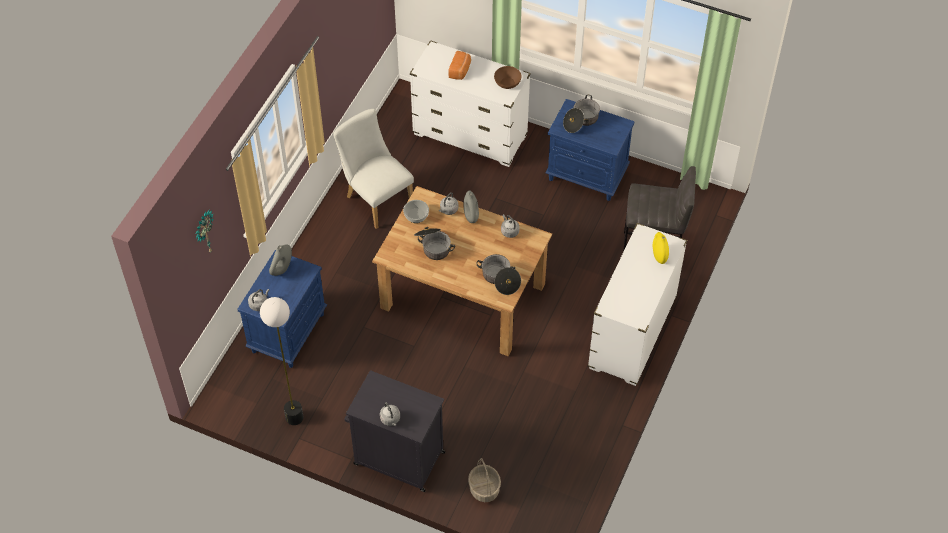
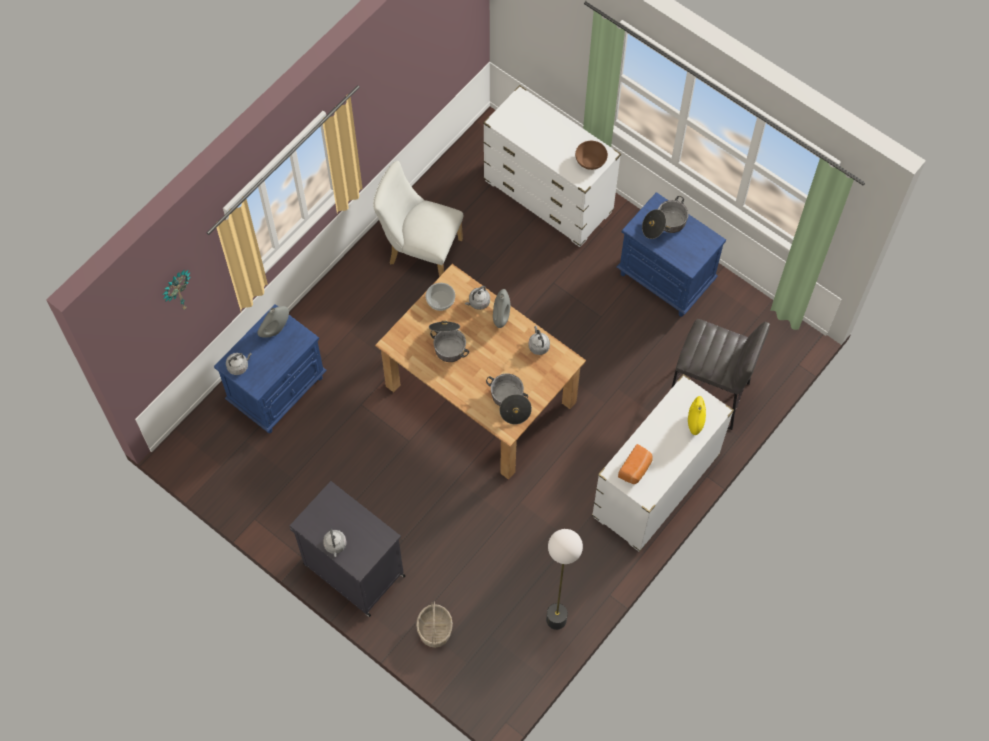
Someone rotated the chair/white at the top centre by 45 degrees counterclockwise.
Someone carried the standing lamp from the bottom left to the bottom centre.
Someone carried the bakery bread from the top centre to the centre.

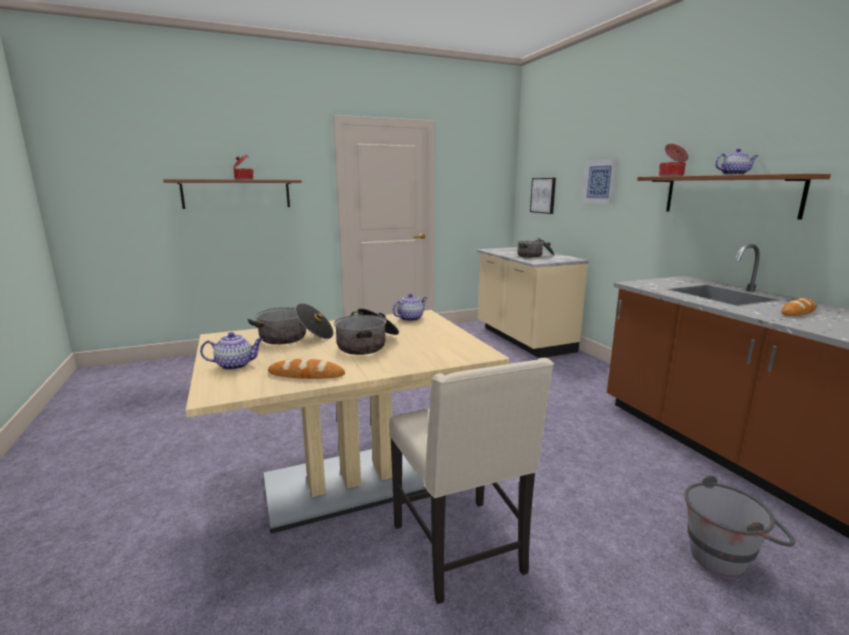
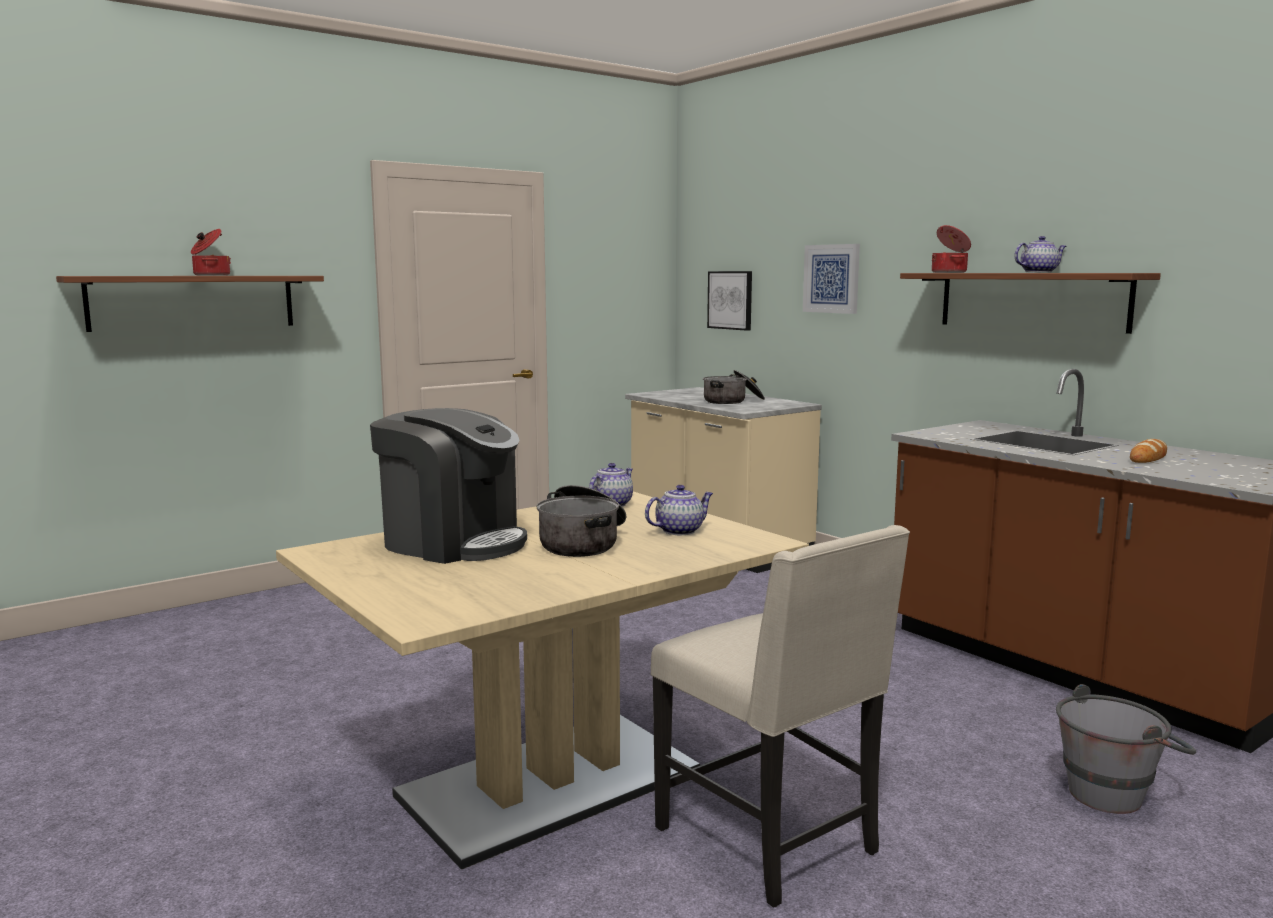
Someone swapped the stockpot (no. 2 from left) at the centre for the coffee brewer at the centre.
Someone carried the pot for tea (no. 1 from left in the first image) from the middle left to the centre.
Someone took away the bakery bread (no. 1 from left) at the centre.

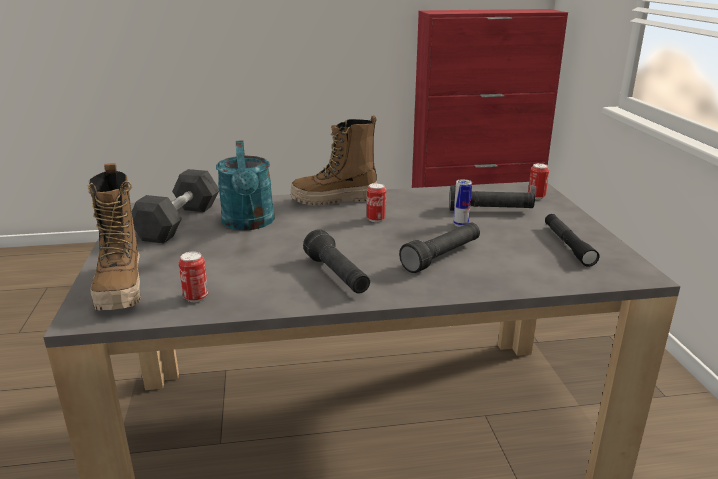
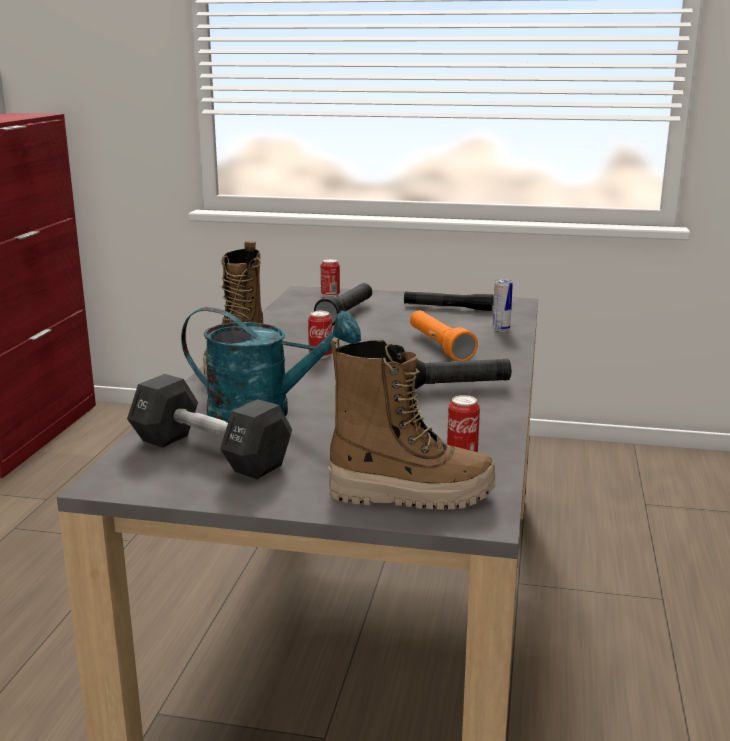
Someone repainted the torch/black (no. 2 from left) at the centre, which became the torch/orange-coloured at the centre.
Someone carried the sealed can (no. 3 from left in the first image) from the centre to the middle right.

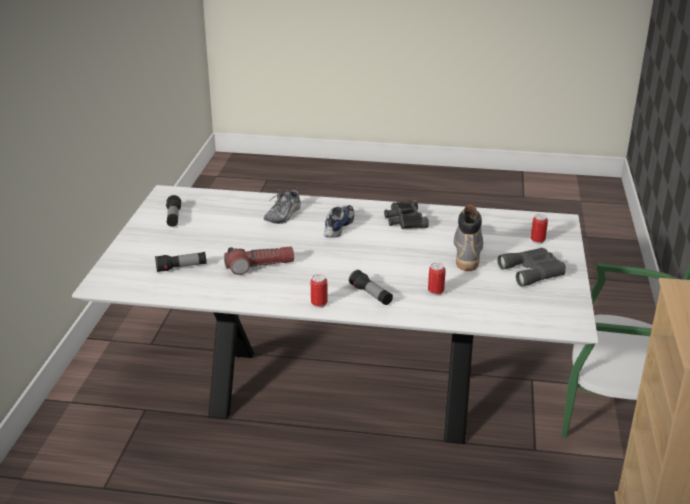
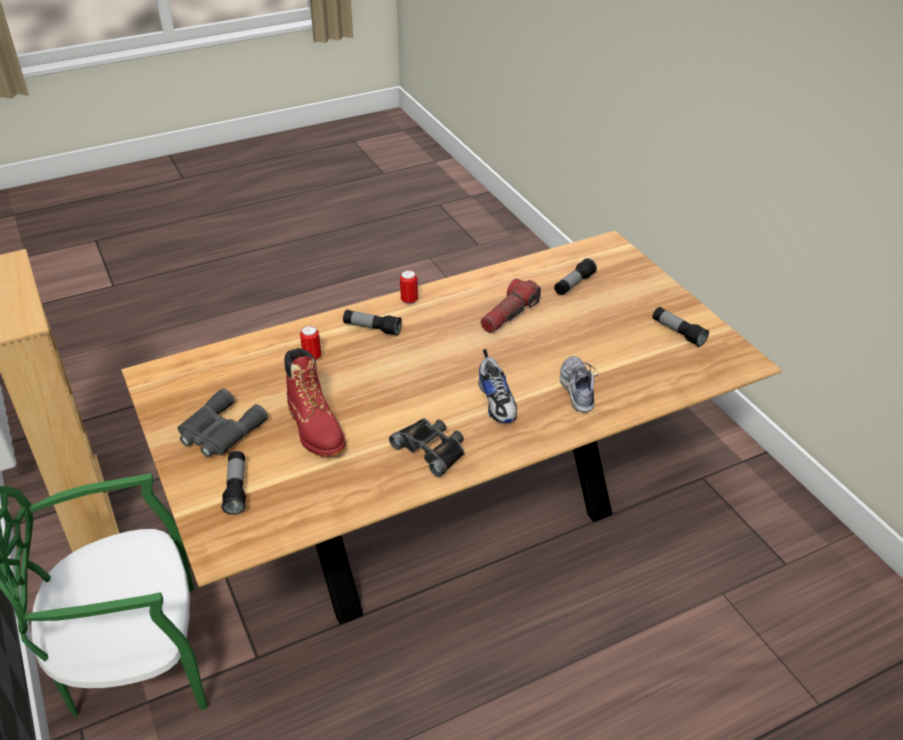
Someone repainted the dining table/white at the centre, which became the dining table/brown at the centre.
Someone swapped the sealed can (no. 3 from left) at the middle right for the torch (no. 1 from left) at the middle left.
Someone repainted the boot/grey at the middle right, which became the boot/reddish at the centre.

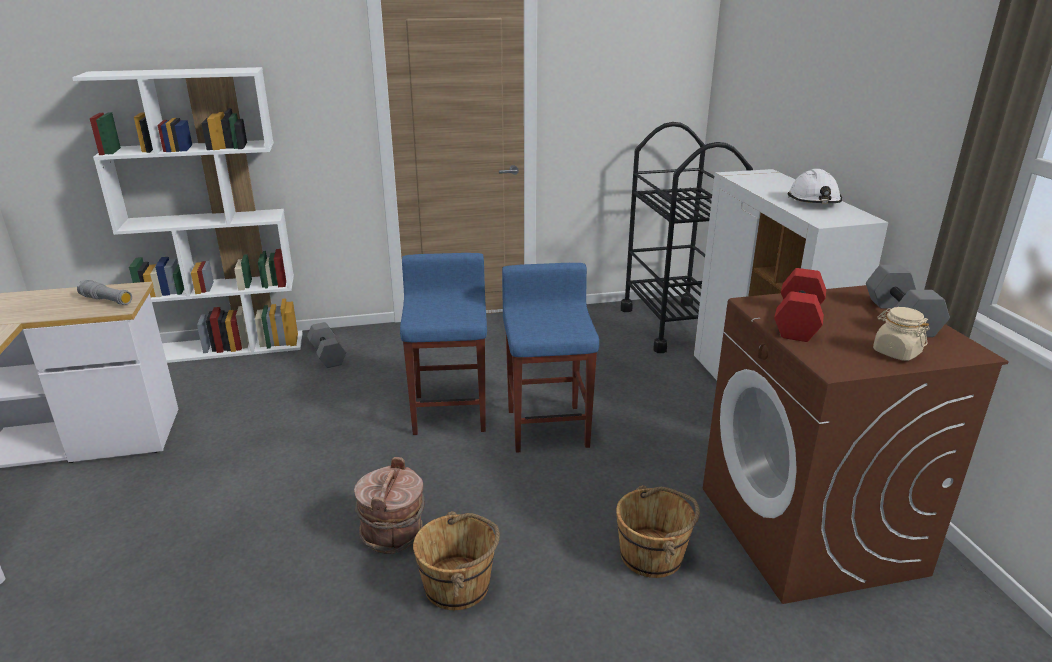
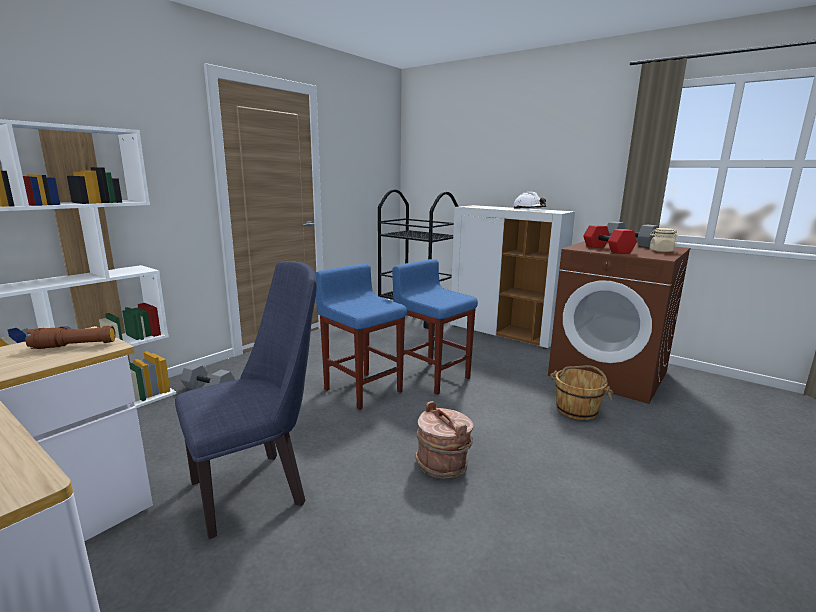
Someone repainted the torch/grey at the middle left, which became the torch/brown at the middle left.
Someone put down the chair/blue at the middle left.
Someone took away the bucket/brown (no. 2 from left) at the bottom centre.

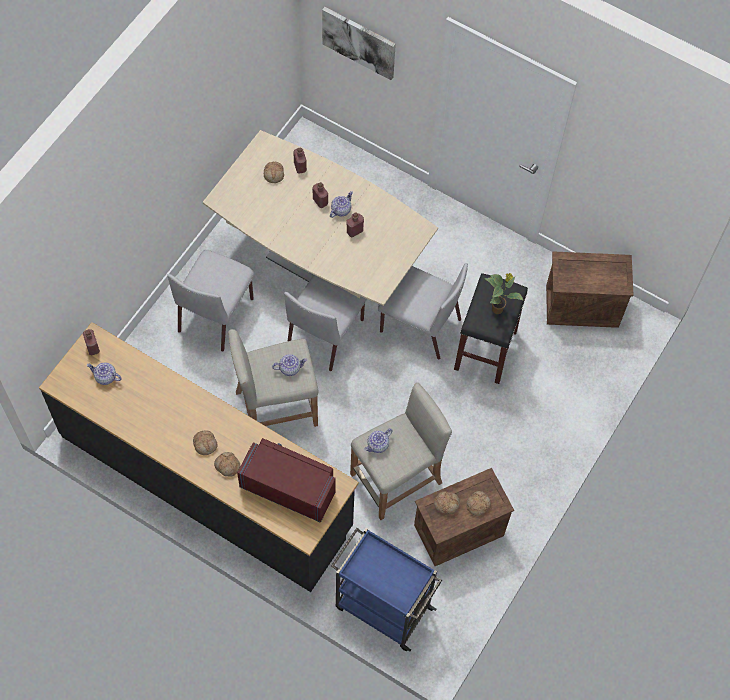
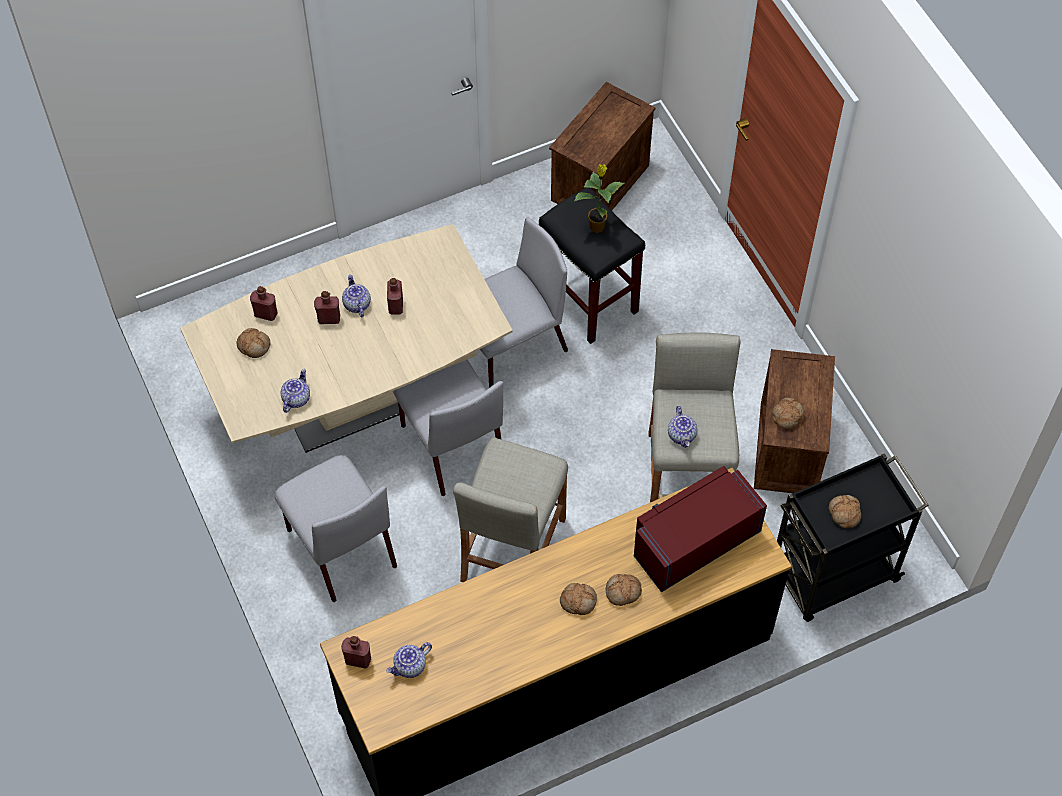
Someone carried the pot for tea (no. 2 from left in the first image) from the centre to the middle left.
Someone repainted the cart/blue at the bottom centre, which became the cart/black at the bottom right.
Someone carried the bakery bread (no. 5 from left) from the bottom centre to the middle right.
Someone took away the wall art at the top centre.

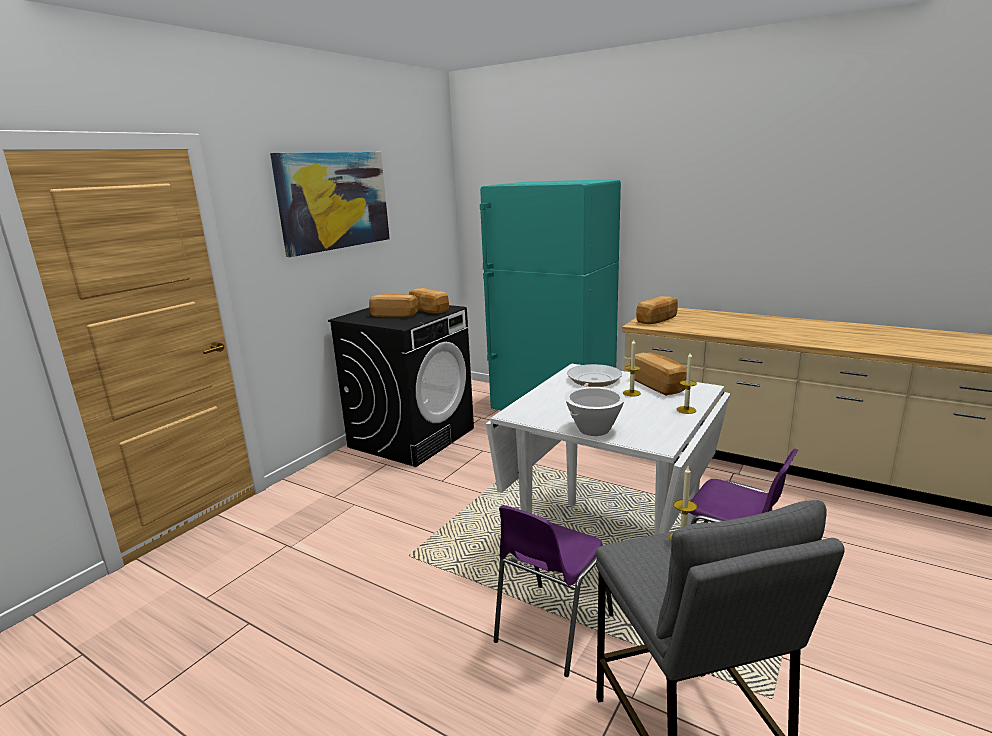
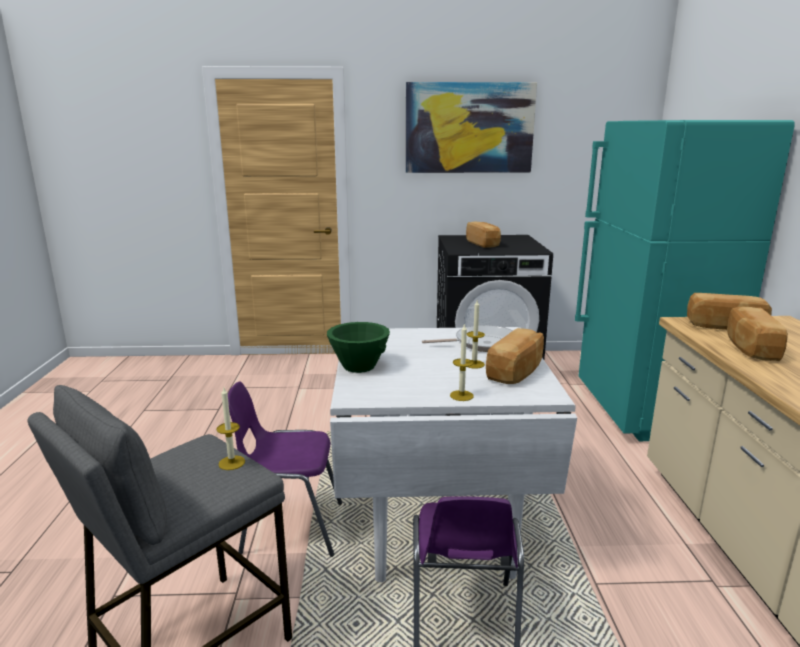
Someone repainted the serving bowl/white at the centre, which became the serving bowl/green-coloured at the centre.
Someone carried the bakery bread (no. 2 from left in the first image) from the centre to the middle right.

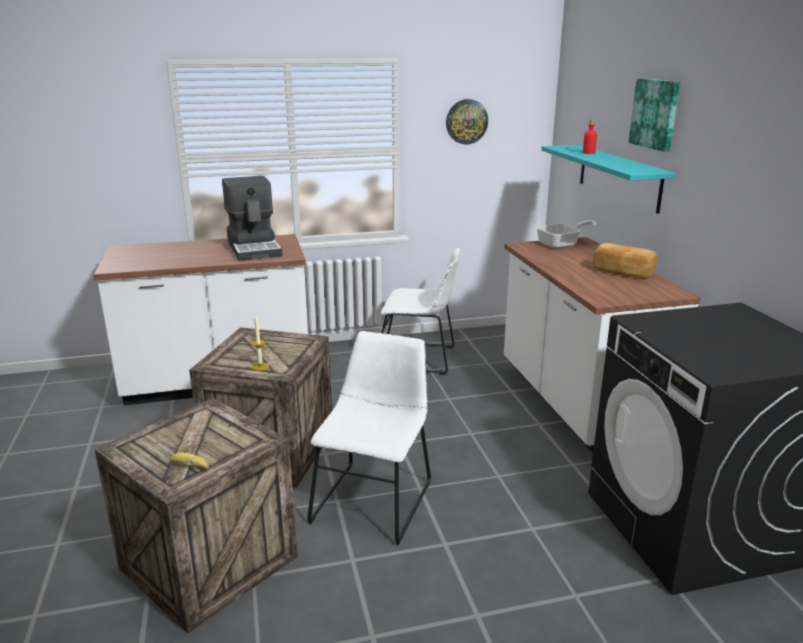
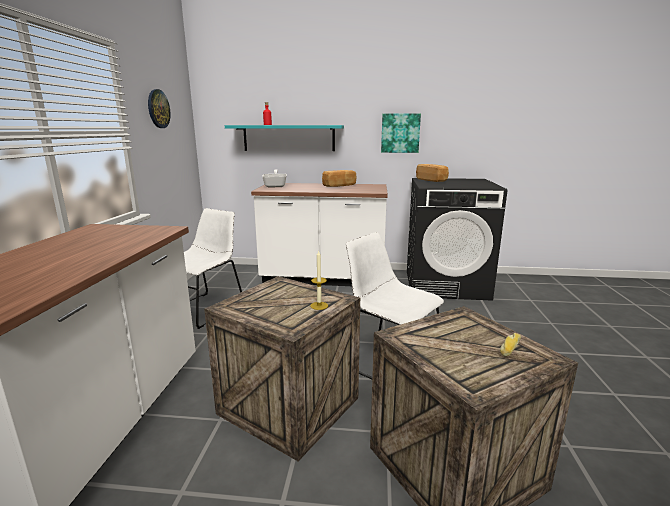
Someone carried the wall art from the top right to the top centre.
Someone put down the bakery bread (no. 2 from left) at the centre.
Someone took away the coffee brewer at the middle left.

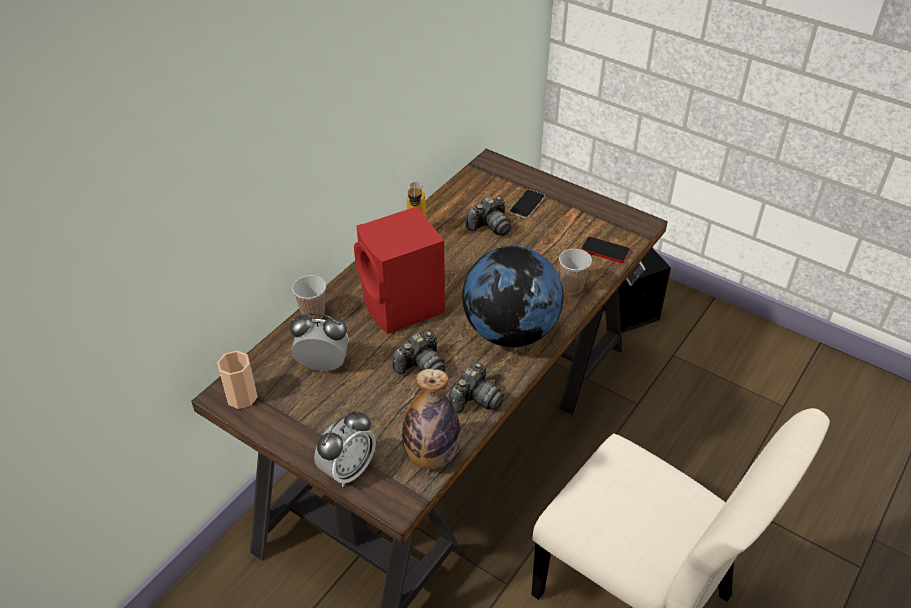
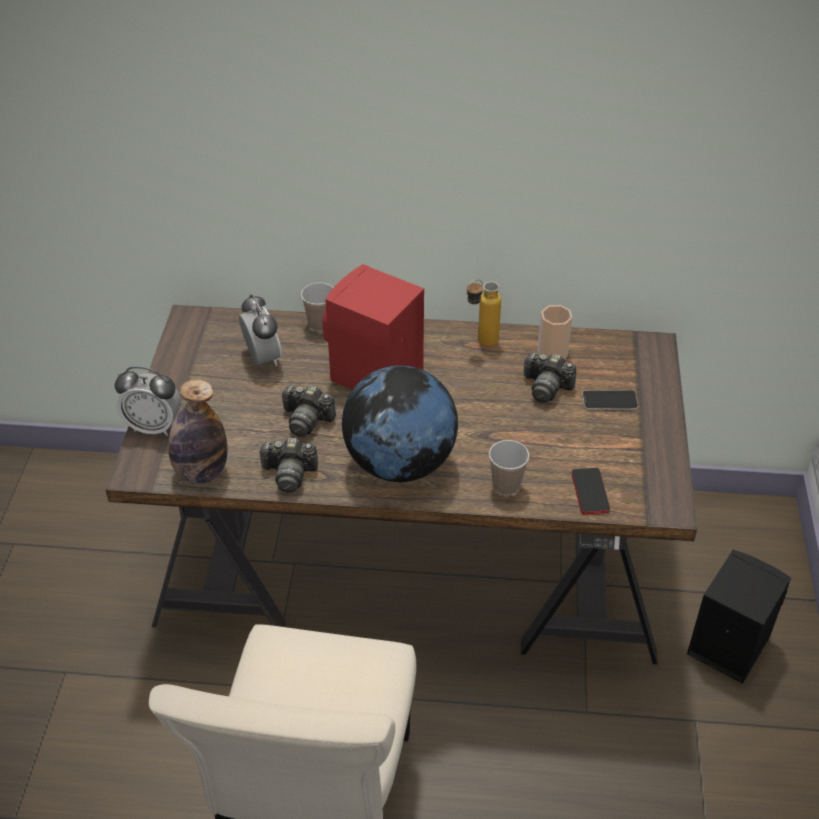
Someone carried the small cup (no. 1 from left in the first image) from the middle left to the middle right.

